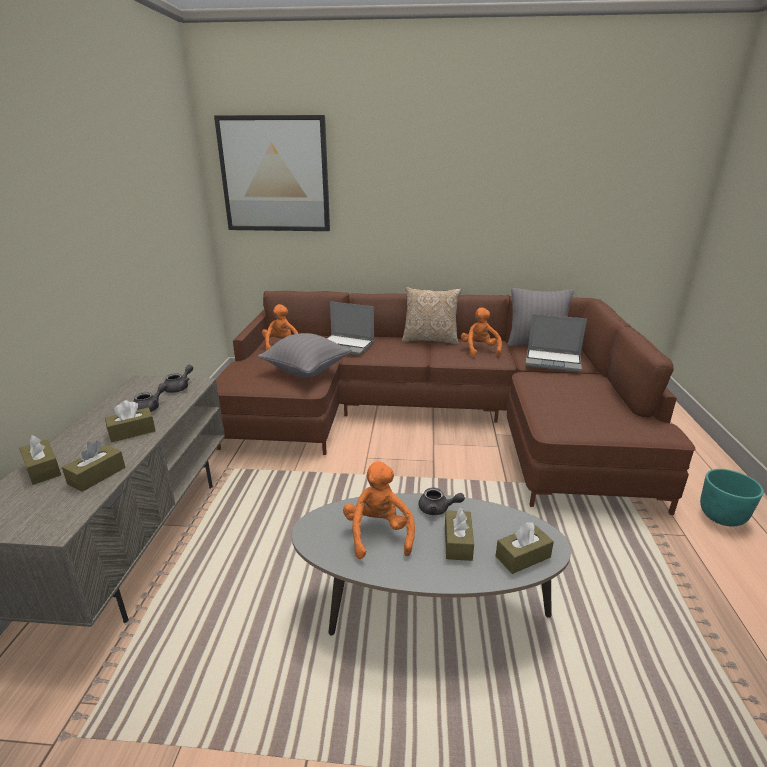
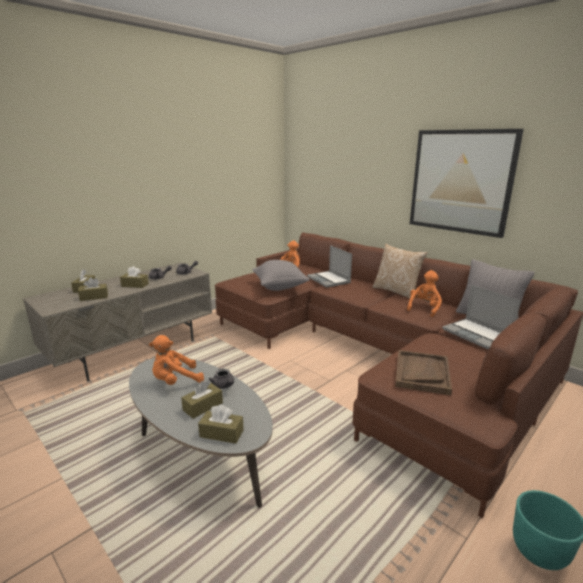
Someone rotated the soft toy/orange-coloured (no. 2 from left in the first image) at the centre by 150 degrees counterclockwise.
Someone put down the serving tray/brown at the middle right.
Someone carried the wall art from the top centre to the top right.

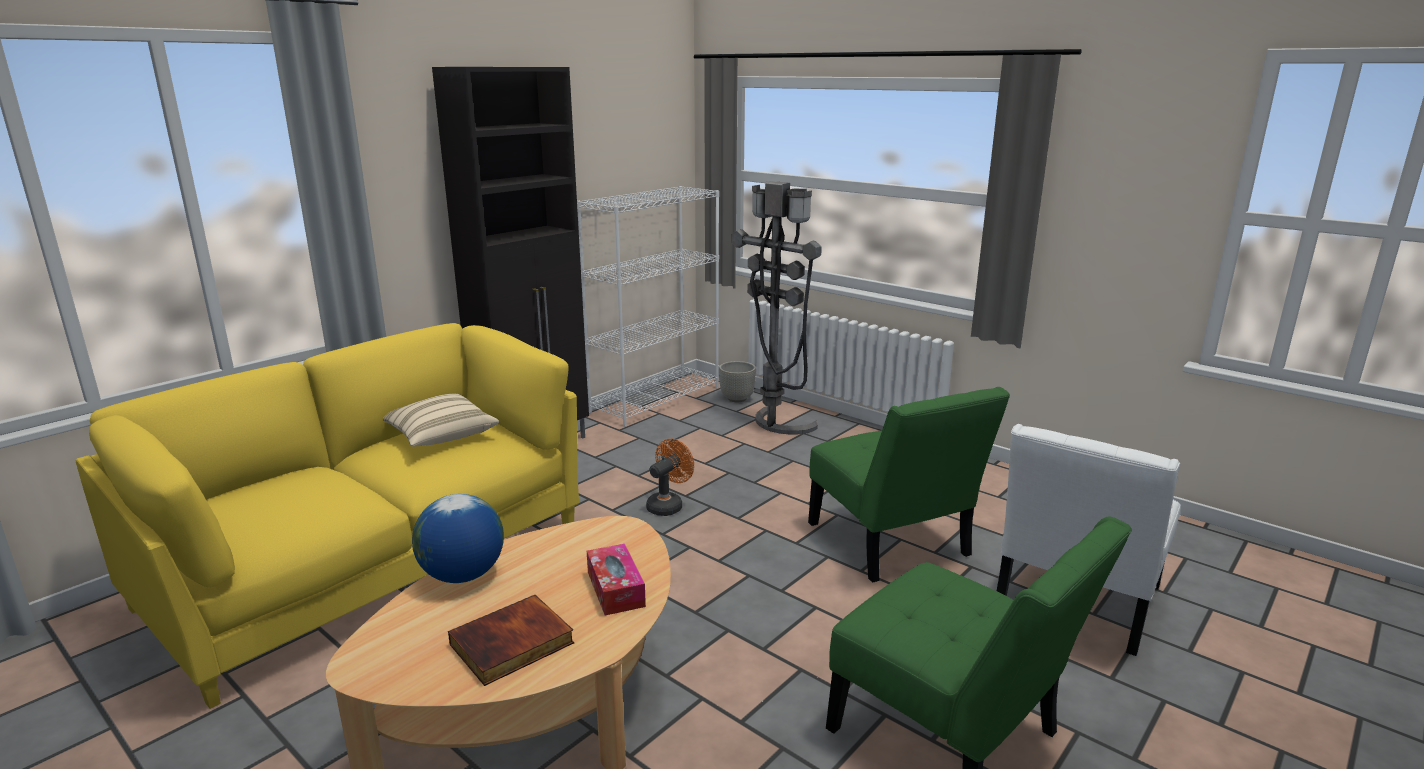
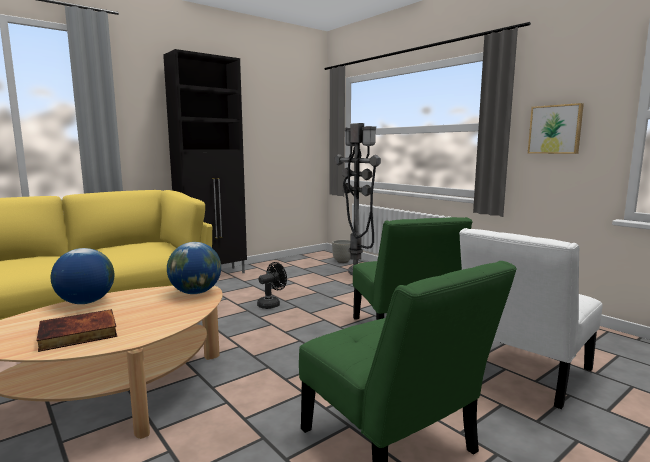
Someone put down the globe (no. 2 from left) at the middle left.
Someone repainted the electric fan/orange-coloured at the centre, which became the electric fan/black at the centre.
Someone put up the wall art at the top right.
Someone took away the cushion/beige at the middle left.
Someone took away the bookshelf/white at the centre.
Someone took away the tissue box at the bottom centre.

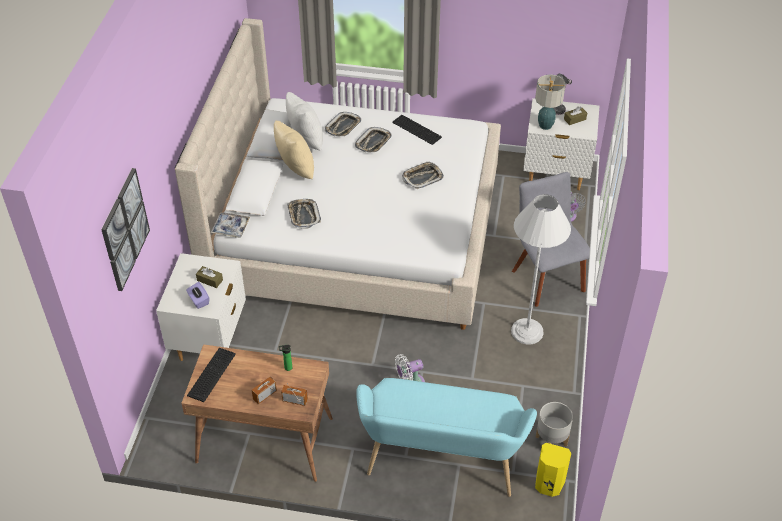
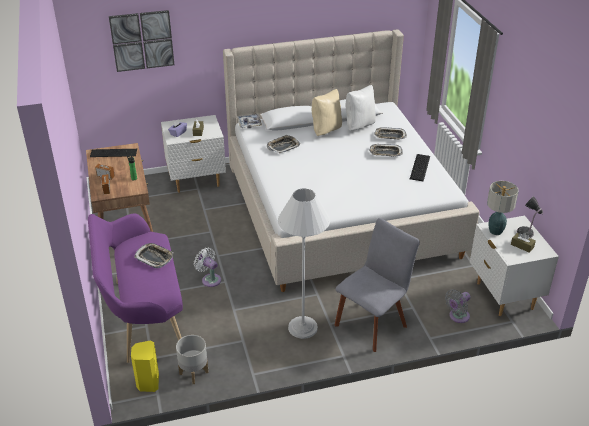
Someone repainted the indoor bench/blue-green at the bottom centre, which became the indoor bench/purple at the bottom left.
Someone carried the serving tray (no. 5 from left in the first image) from the centre to the middle left.

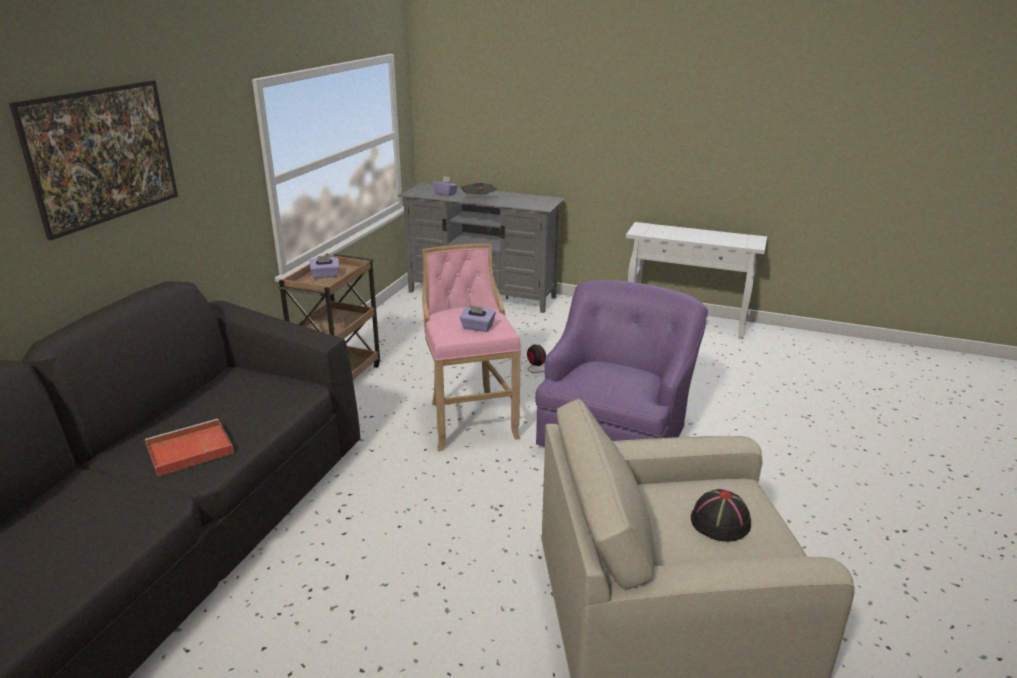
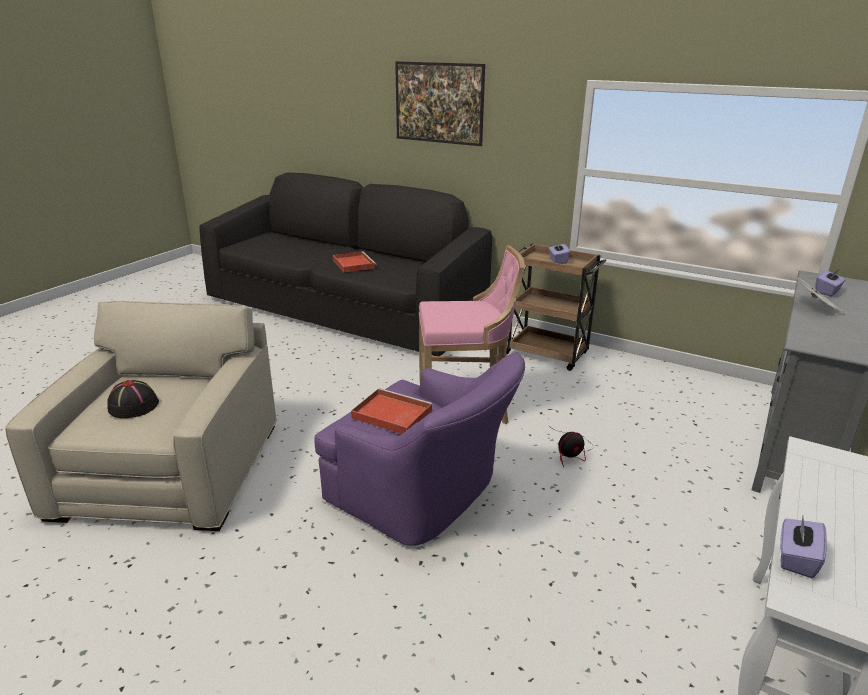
Someone put down the serving tray/reddish (no. 2 from left) at the centre.
Someone carried the tissue box/purple (no. 3 from left in the first image) from the centre to the bottom right.

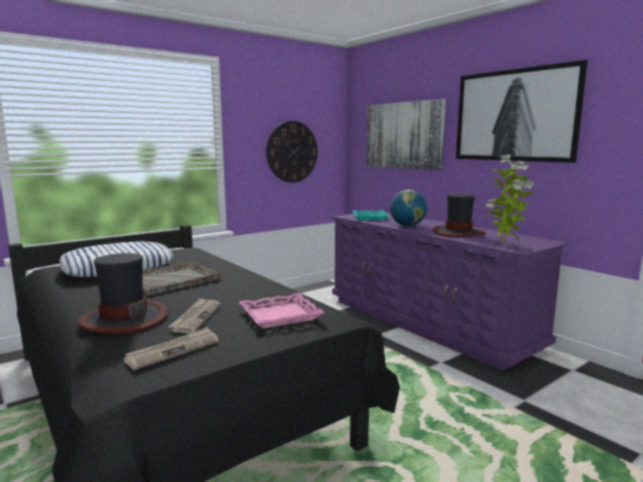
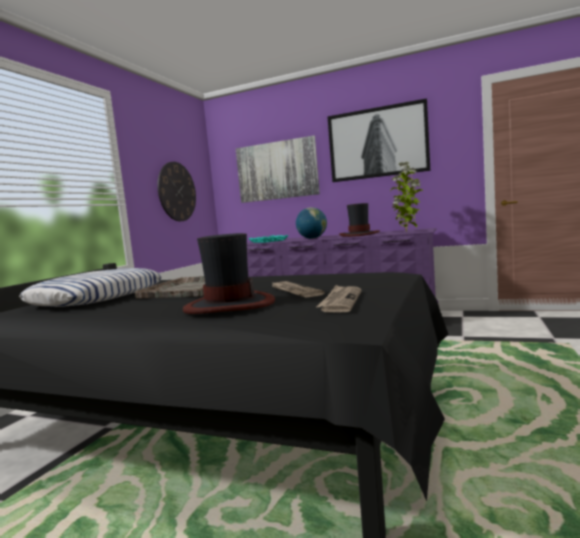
Someone took away the serving tray/pink-coloured at the centre.

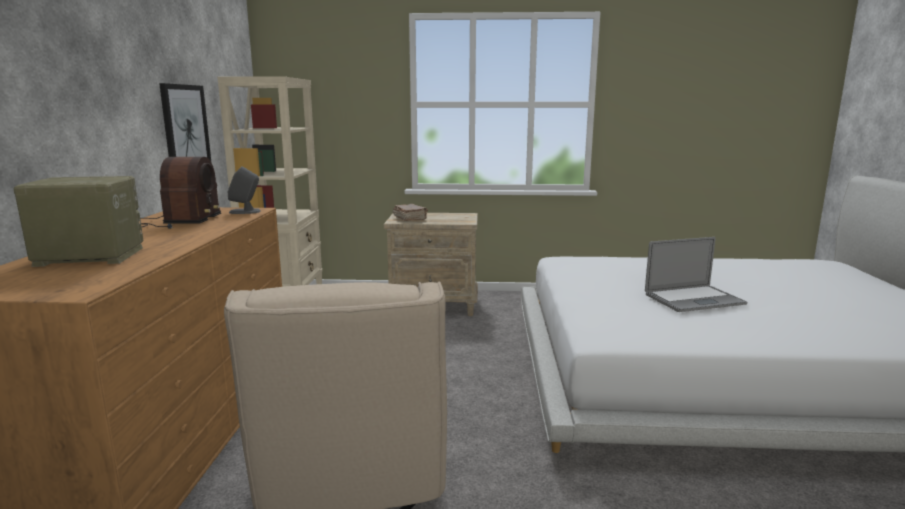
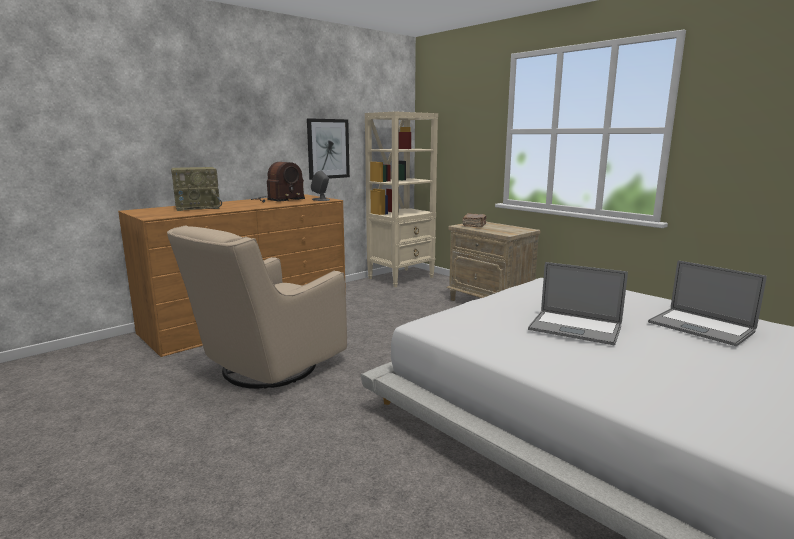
Someone rotated the radio set (no. 1 from left) at the middle left by 120 degrees clockwise.
Someone put down the notebook computer (no. 2 from left) at the middle right.

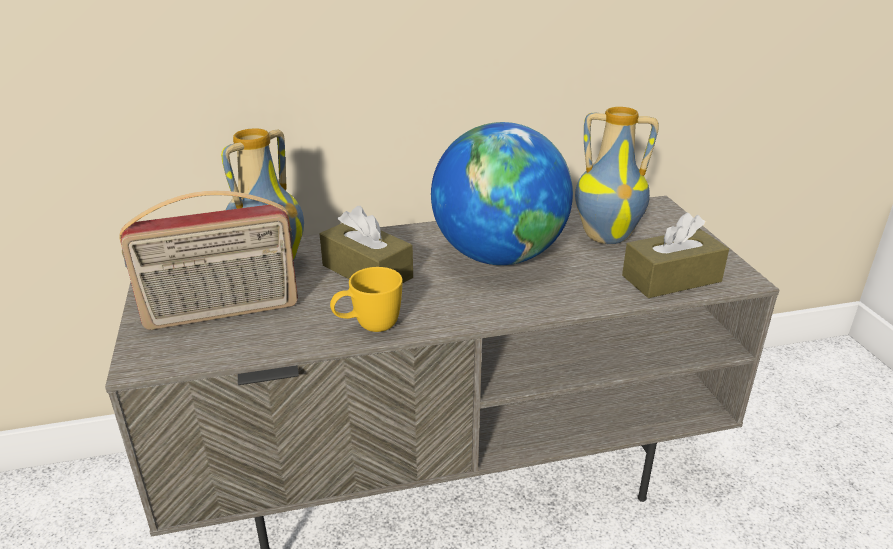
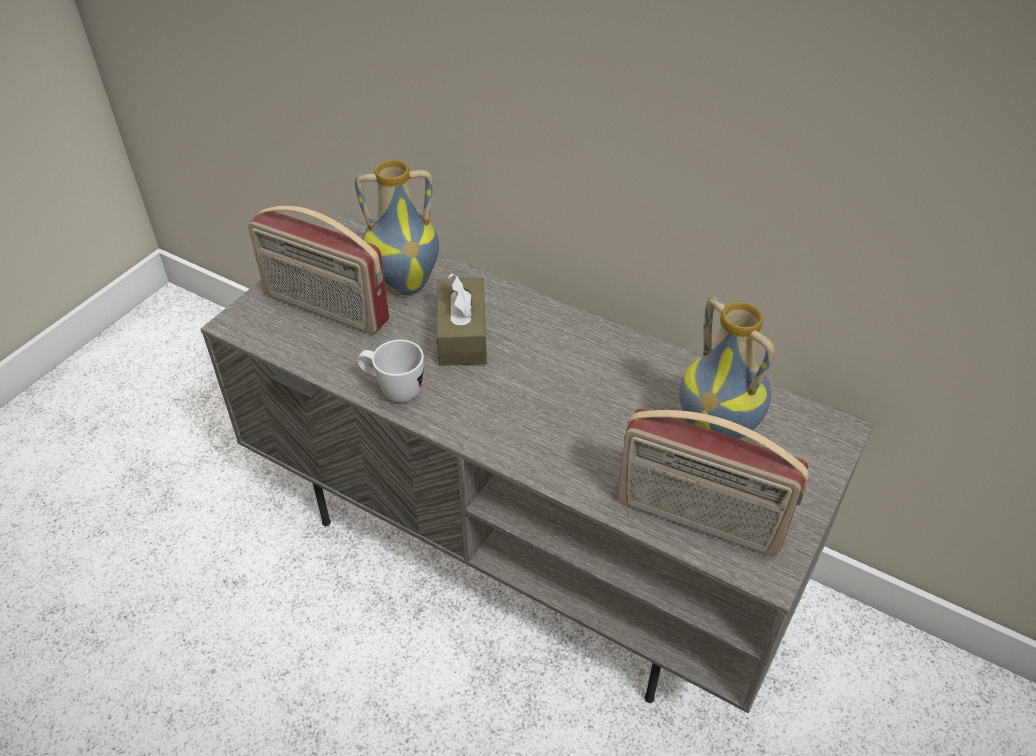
Someone repainted the coffee mug/yellow at the centre, which became the coffee mug/white at the centre.
Someone swapped the tissue box/brown (no. 2 from left) at the middle right for the radio set (no. 2 from left) at the middle right.
Someone took away the globe at the centre.

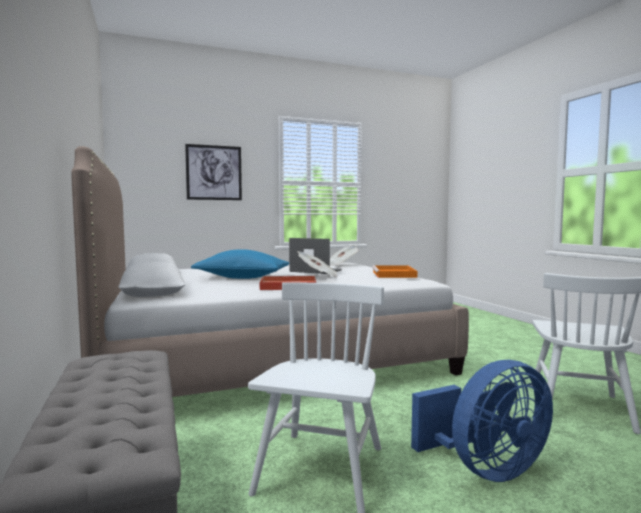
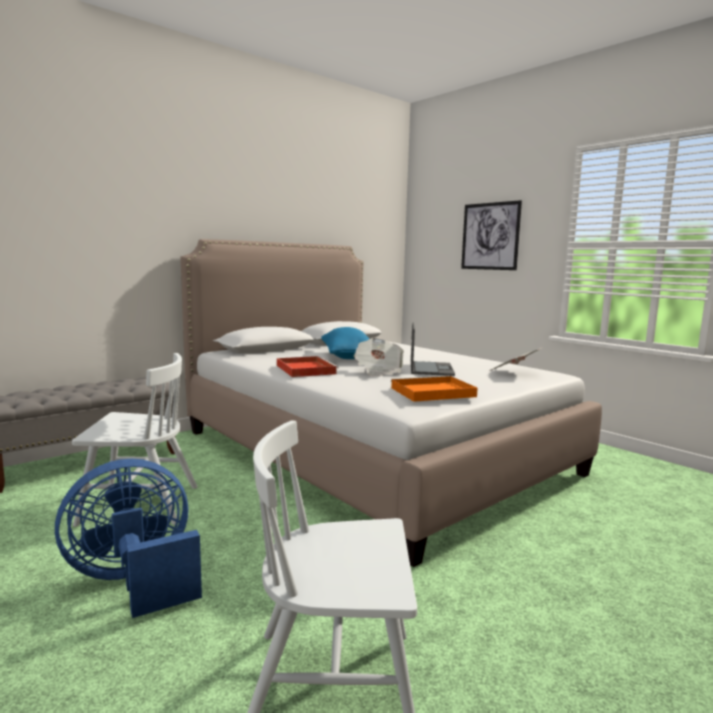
Someone rotated the electric fan/blue at the bottom right by 105 degrees clockwise.

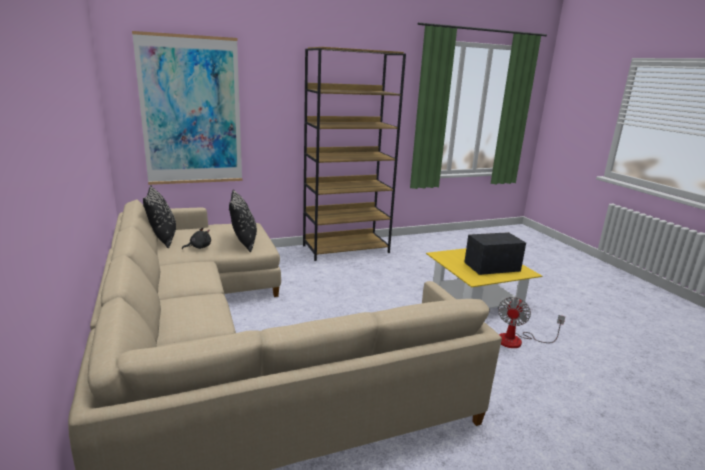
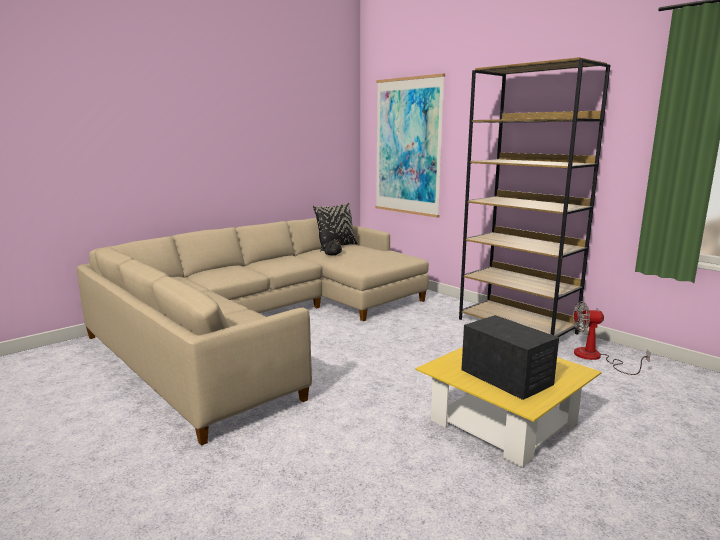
Someone carried the electric fan from the bottom right to the middle right.
Someone took away the cushion/black (no. 2 from left) at the centre.

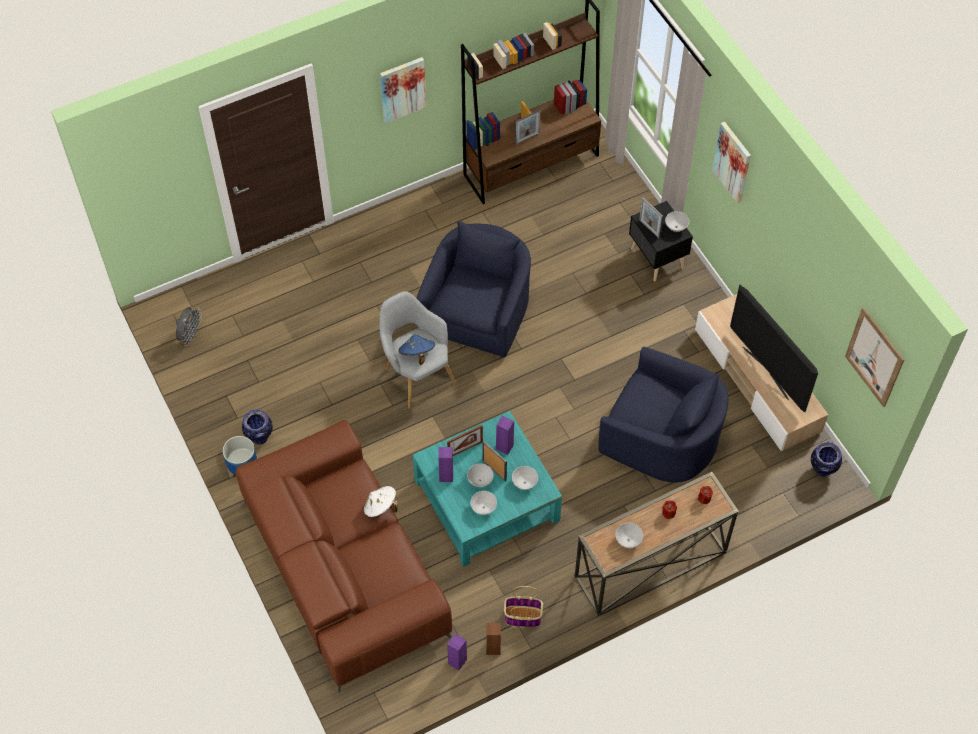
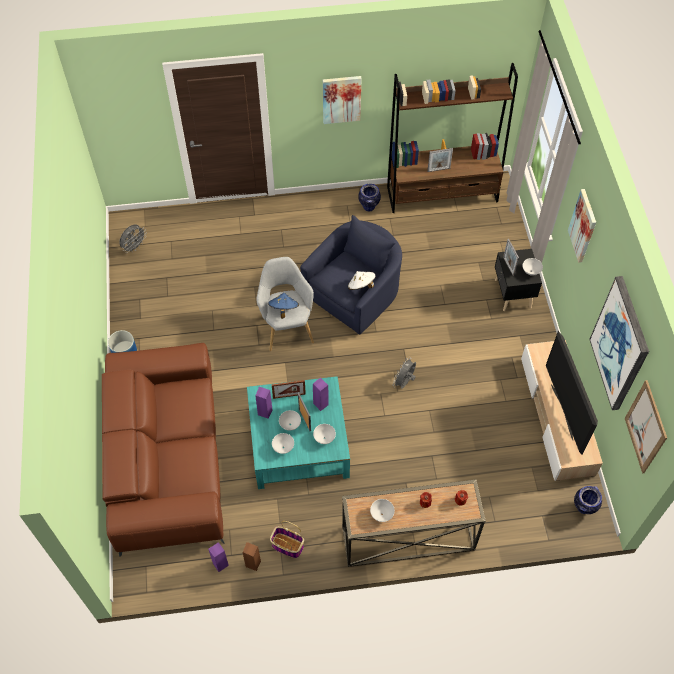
Someone carried the wearable hat/white from the bottom centre to the centre.
Someone carried the decorative vase (no. 1 from left) from the middle left to the top centre.
Someone put down the electric fan/grey (no. 2 from left) at the centre.
Someone put up the wall art (no. 3 from left) at the middle right.
Someone took away the lounge chair/blue (no. 2 from left) at the middle right.

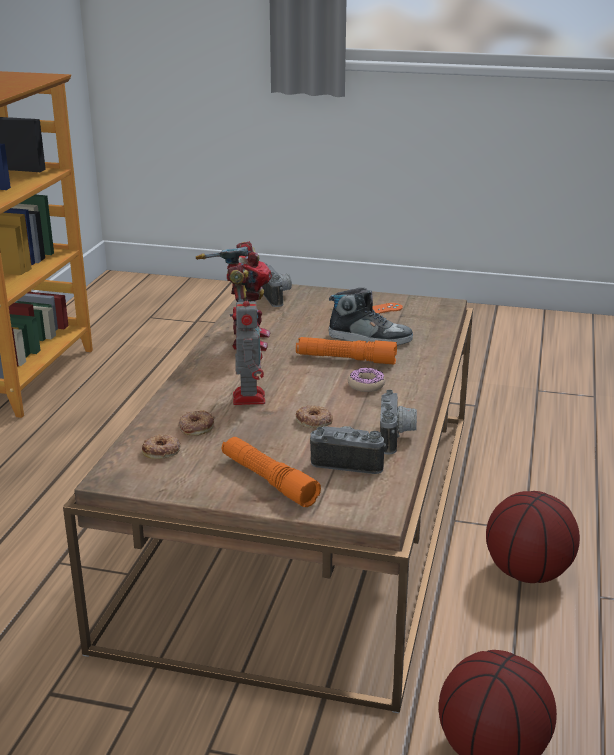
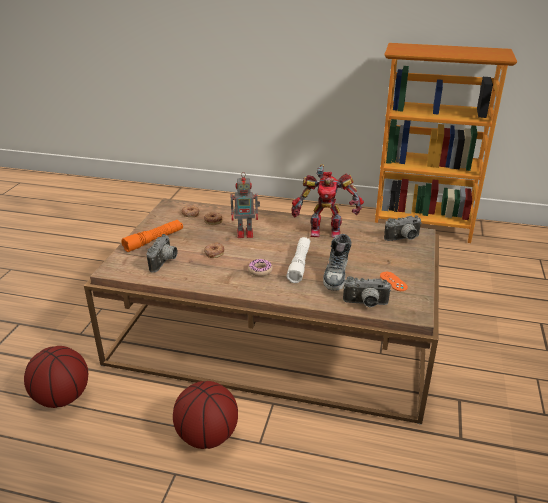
Someone repainted the torch/orange-coloured (no. 2 from left) at the centre, which became the torch/white at the centre.
Someone carried the still camera (no. 3 from left in the first image) from the centre to the middle right.

